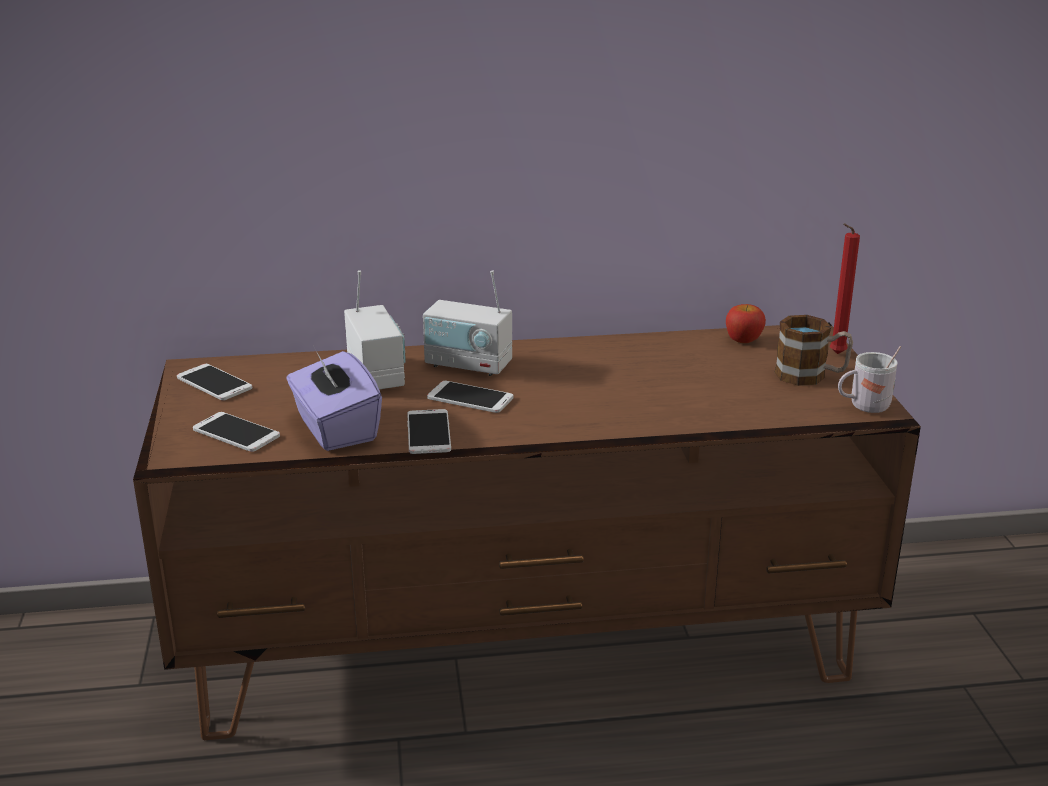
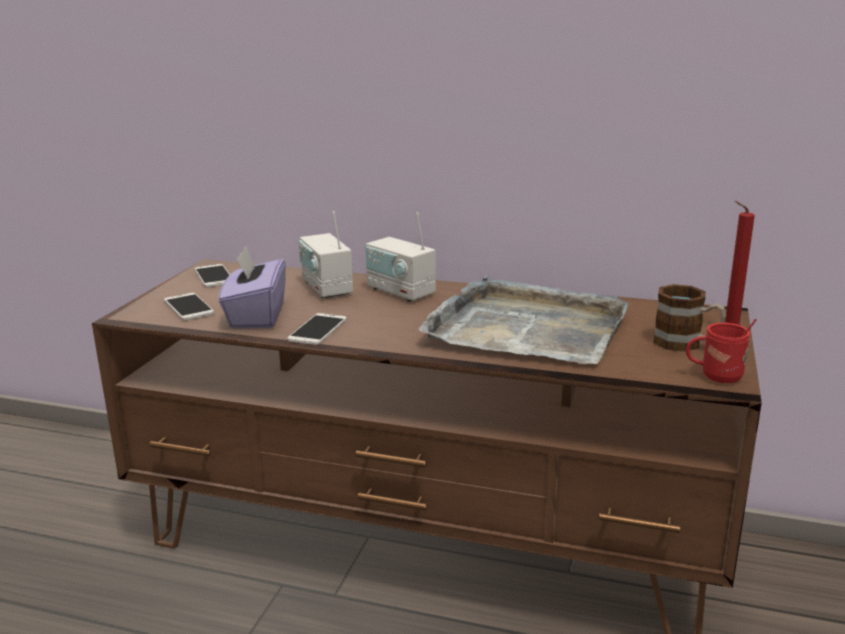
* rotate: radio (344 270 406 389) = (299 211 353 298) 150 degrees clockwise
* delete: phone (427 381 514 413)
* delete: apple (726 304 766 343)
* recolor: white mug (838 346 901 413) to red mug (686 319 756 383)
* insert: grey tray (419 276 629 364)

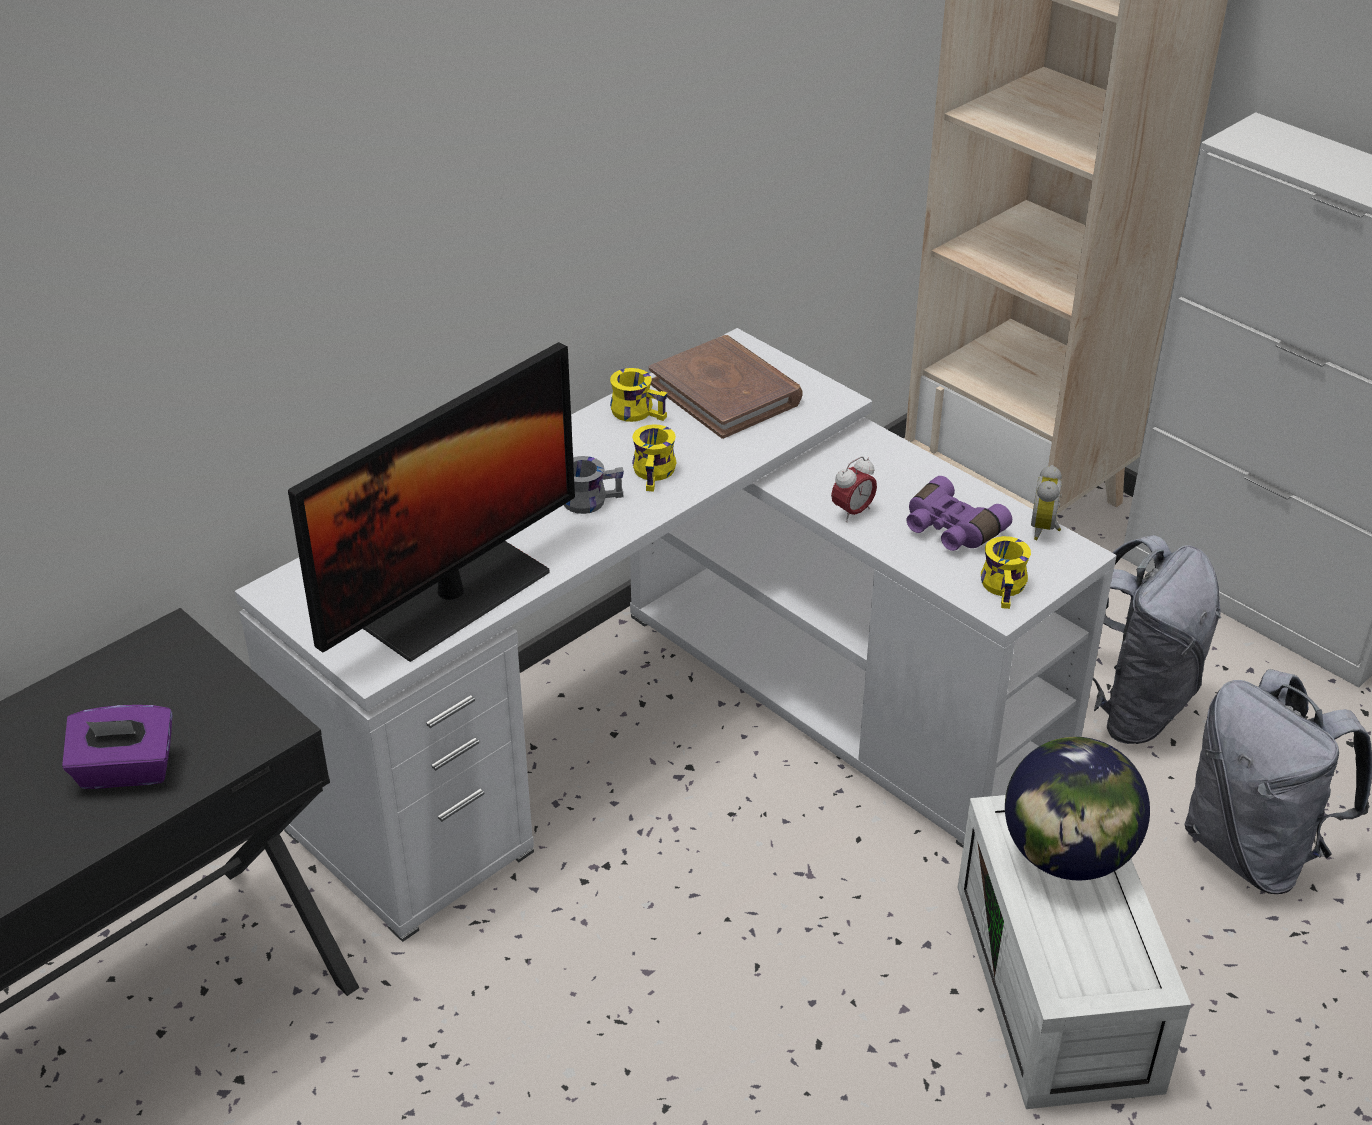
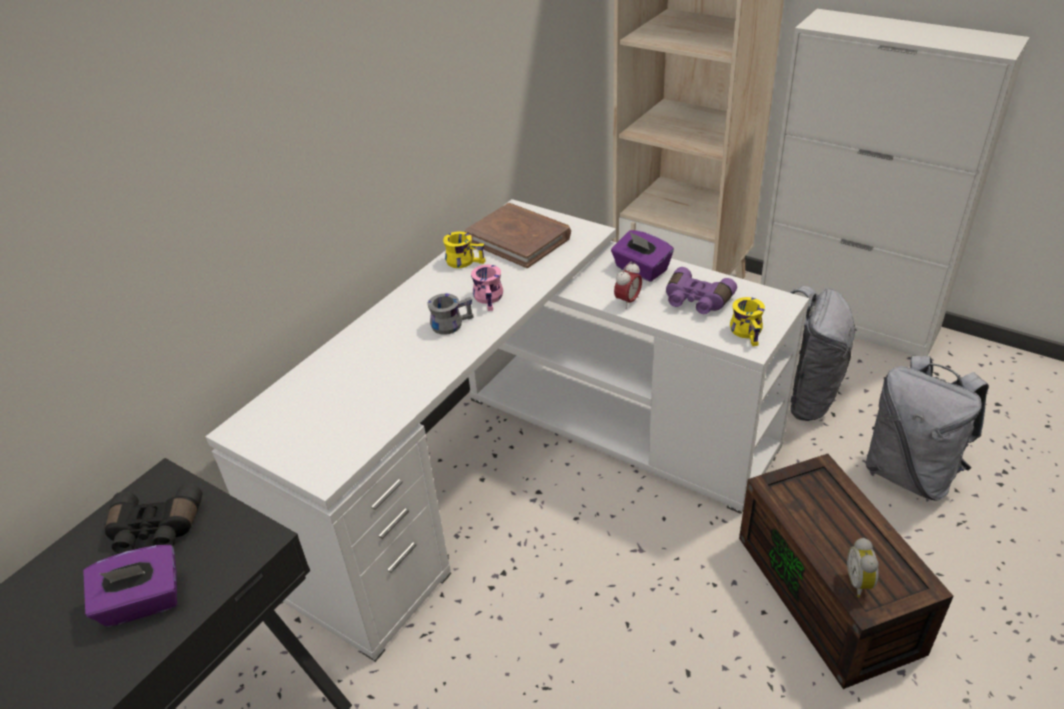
* delete: monitor (288 342 575 662)
* recolor: yellow mug (632 424 677 492) to pink mug (471 265 503 311)
* recolor: white storage box (958 795 1191 1109) to brown storage box (739 454 953 689)
* delete: globe (1005 737 1150 880)
* move: alarm clock (1031 465 1062 540) to (847 538 879 597)
* insert: black binoculars (105 485 202 554)
* insert: purple tissue box (611 230 674 282)

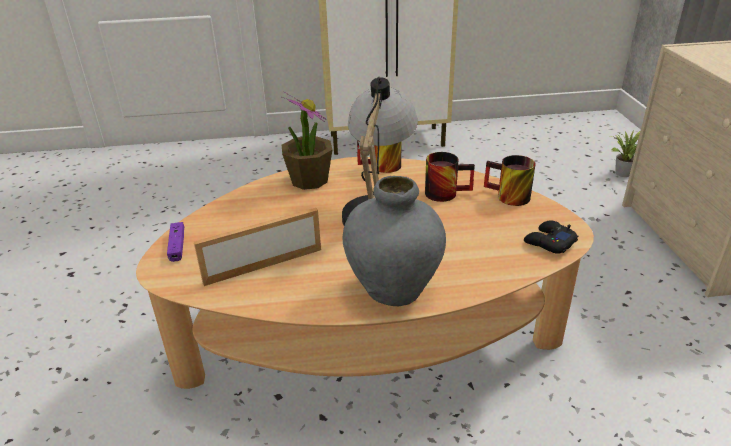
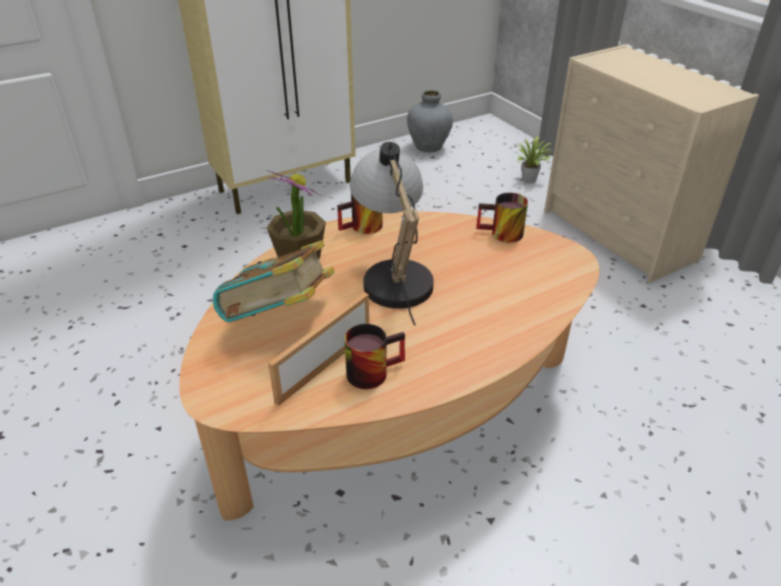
* delete: purple game controller (167 222 184 262)
* move: grey vase (342 176 446 306) to (407 90 453 152)
* move: mug (425 152 475 202) to (344 324 405 389)
* delete: black game controller (524 221 578 254)
* insert: book (213 240 335 322)

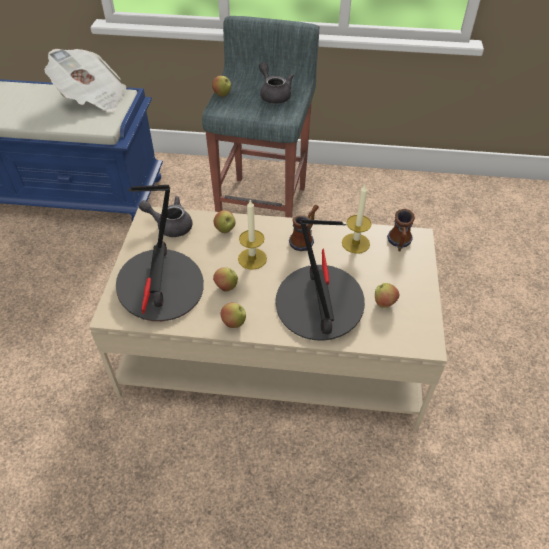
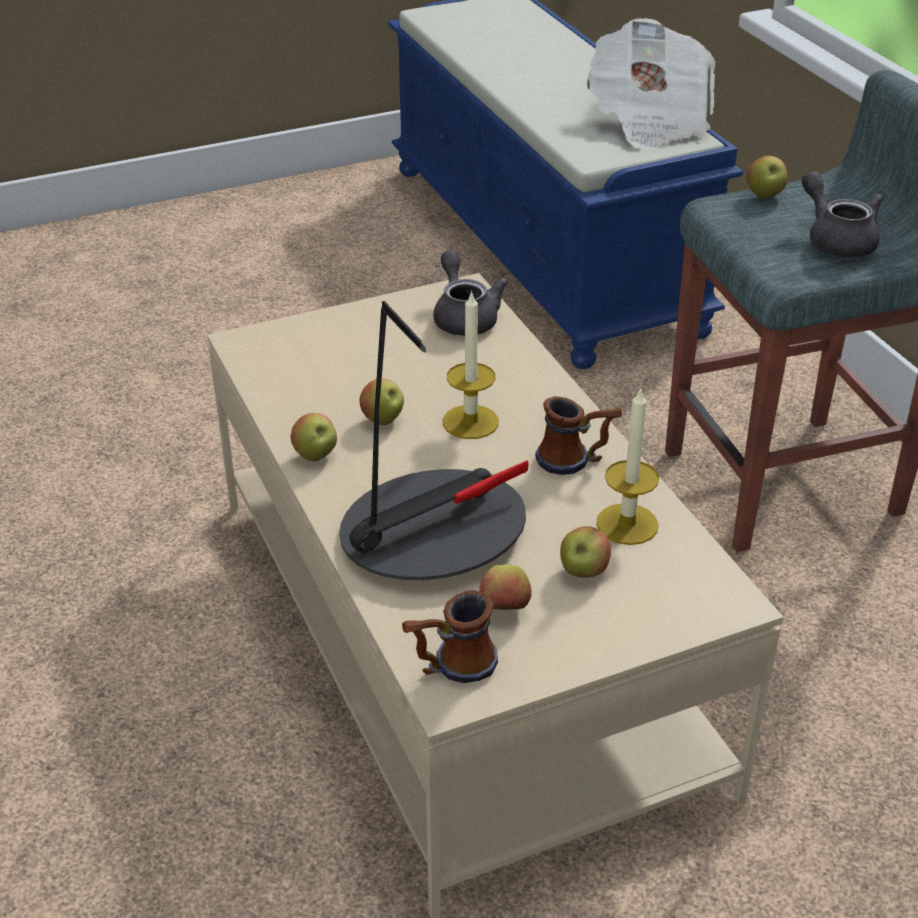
* delete: table lamp (116 185 204 321)
* move: apple (214 210 236 233) to (560 526 611 578)
* rotate: grey teapot (259 62 294 104) = (802 171 883 258) 60 degrees counterclockwise
* move: mug (387 209 415 251) to (402 590 498 683)

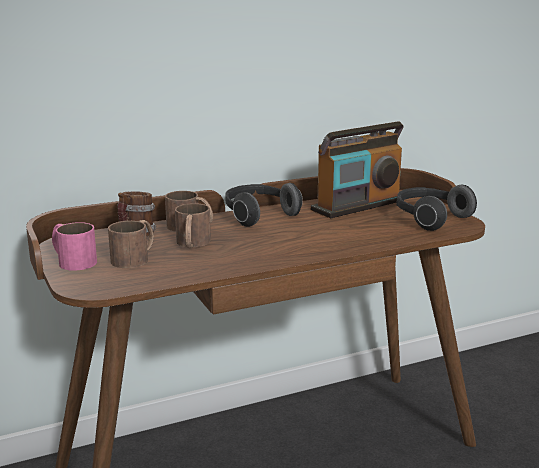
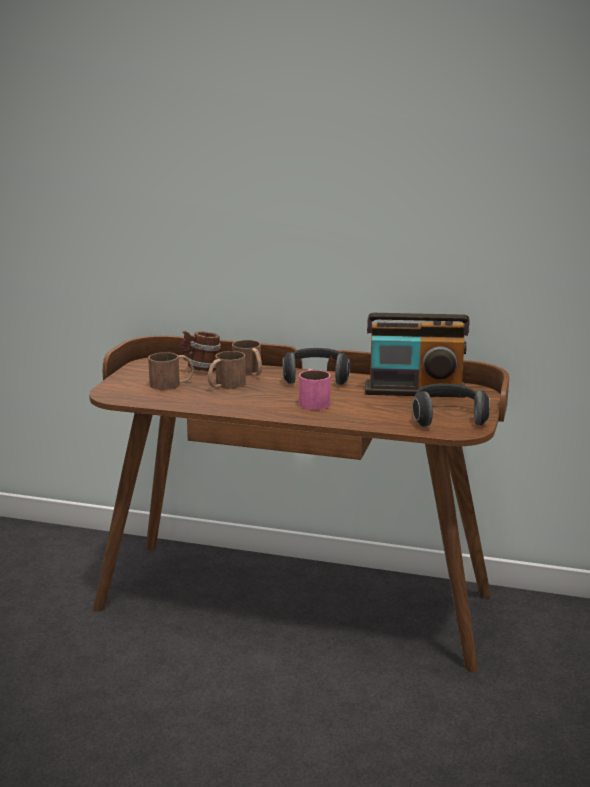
* move: pink mug (52 222 97 271) to (299 369 331 410)

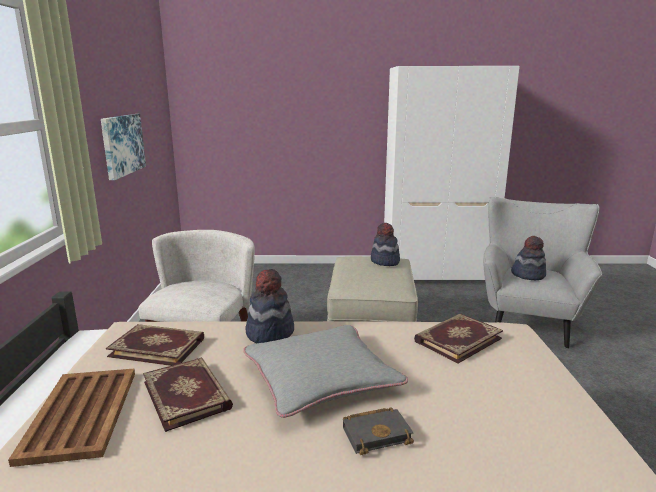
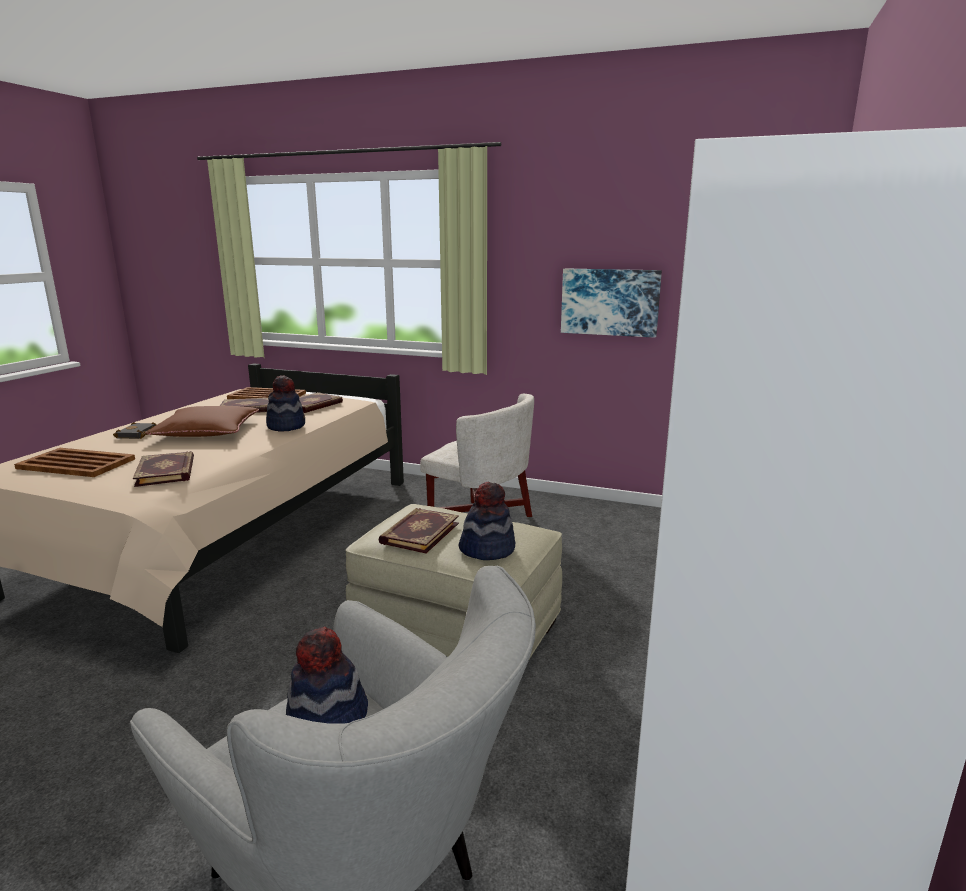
* recolor: grey pillow (243 325 408 418) to brown pillow (146 406 259 437)
* insert: brown tray (14 448 135 477)
* insert: book (379 508 459 553)

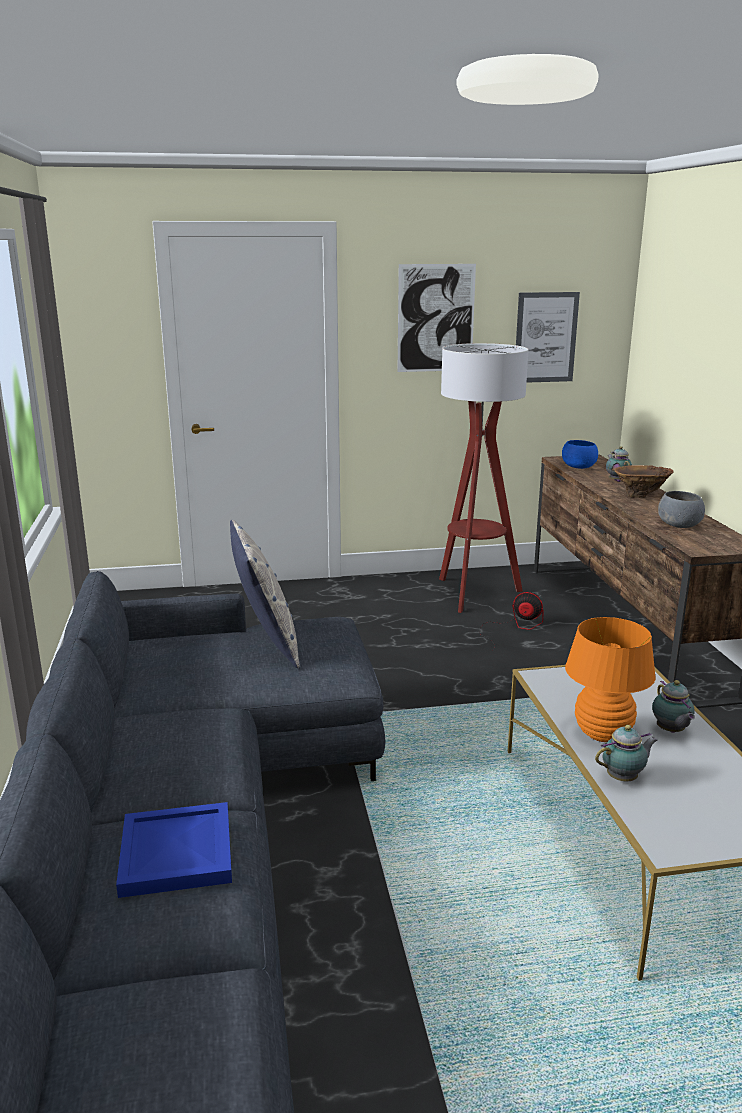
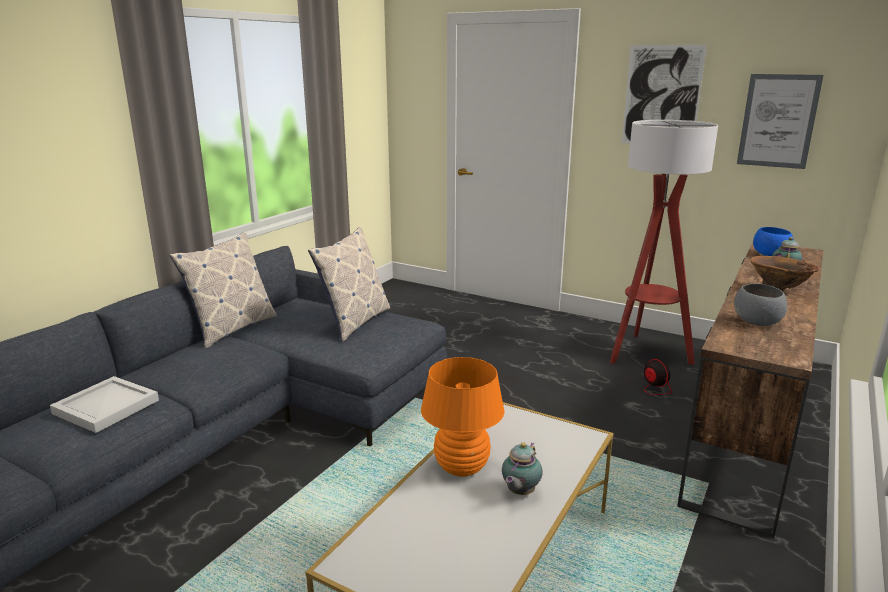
* recolor: blue tray (116 802 232 898) to white tray (50 376 159 433)
* delete: teapot (595 725 658 781)
* insert: pillow (169 232 277 348)

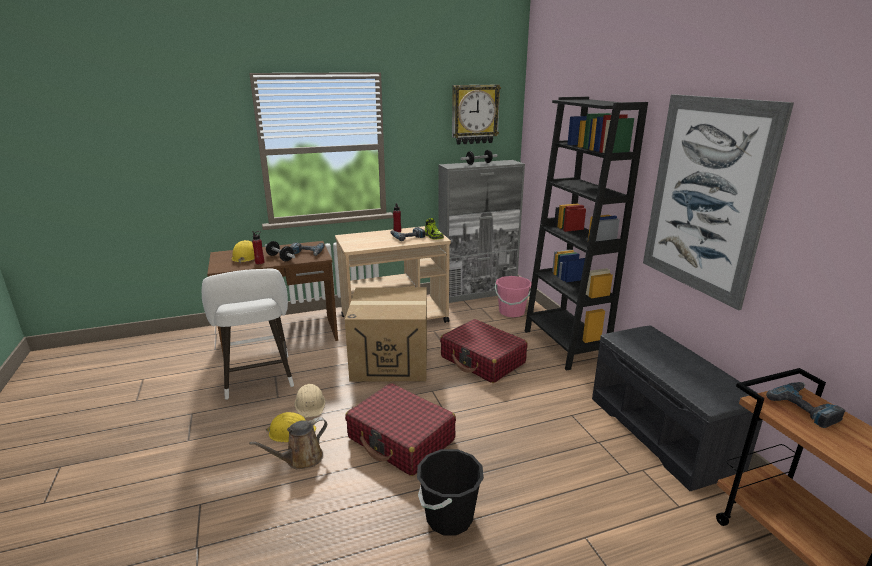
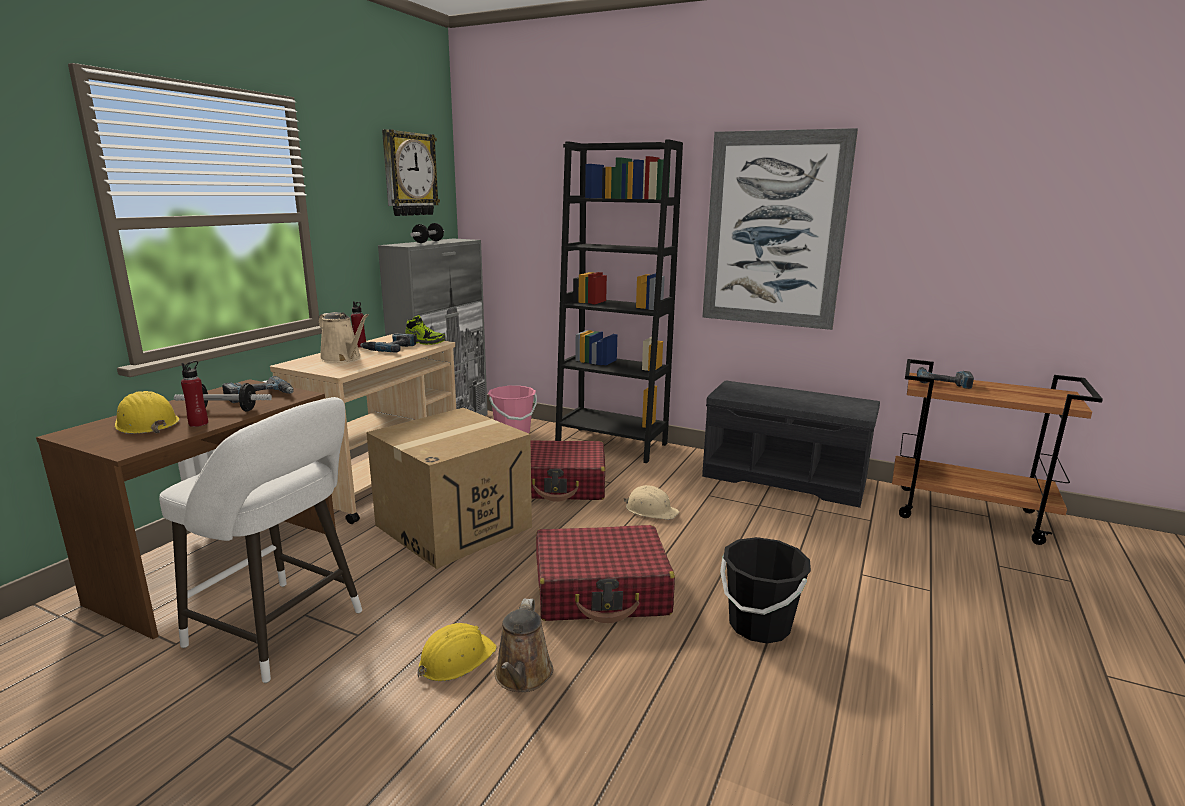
* move: beige hard hat (294 384 326 418) to (624 485 679 520)
* insert: beige watering can (318 312 369 363)

